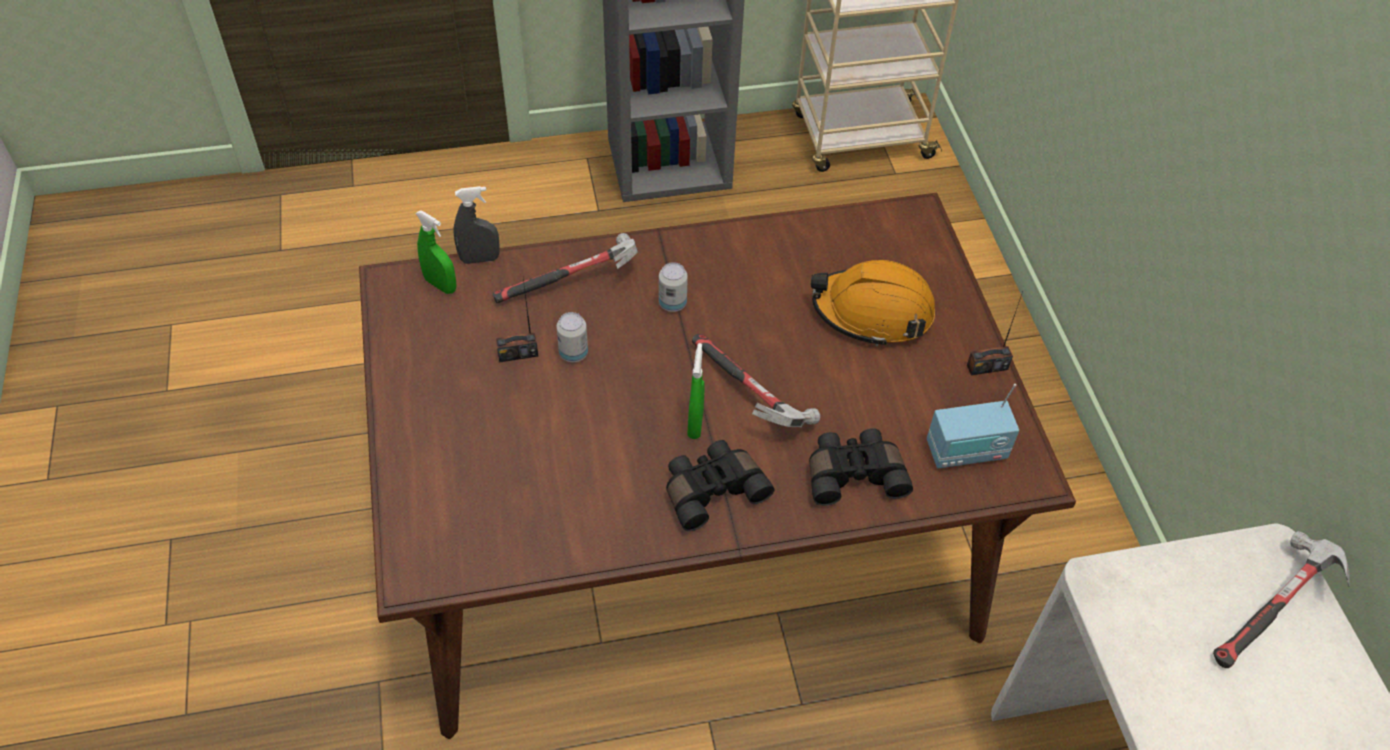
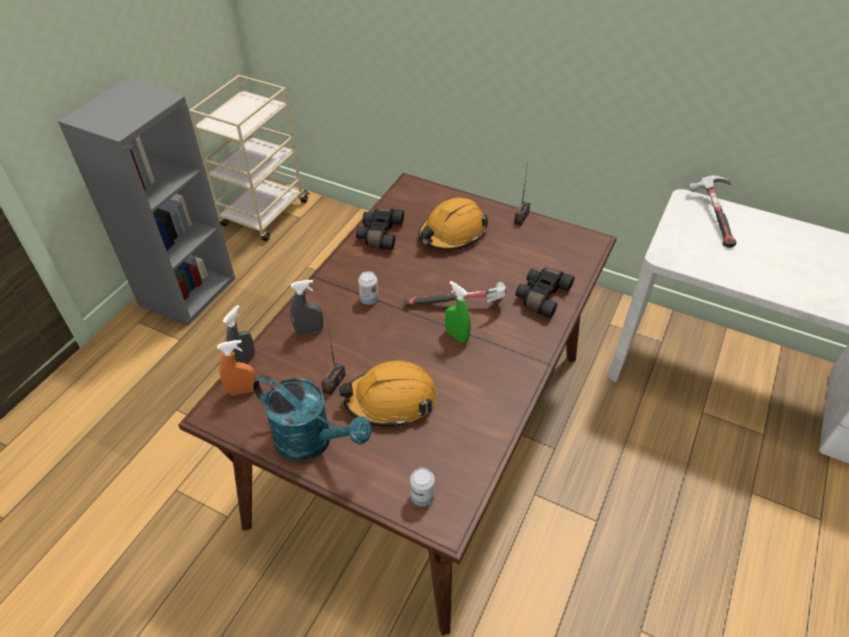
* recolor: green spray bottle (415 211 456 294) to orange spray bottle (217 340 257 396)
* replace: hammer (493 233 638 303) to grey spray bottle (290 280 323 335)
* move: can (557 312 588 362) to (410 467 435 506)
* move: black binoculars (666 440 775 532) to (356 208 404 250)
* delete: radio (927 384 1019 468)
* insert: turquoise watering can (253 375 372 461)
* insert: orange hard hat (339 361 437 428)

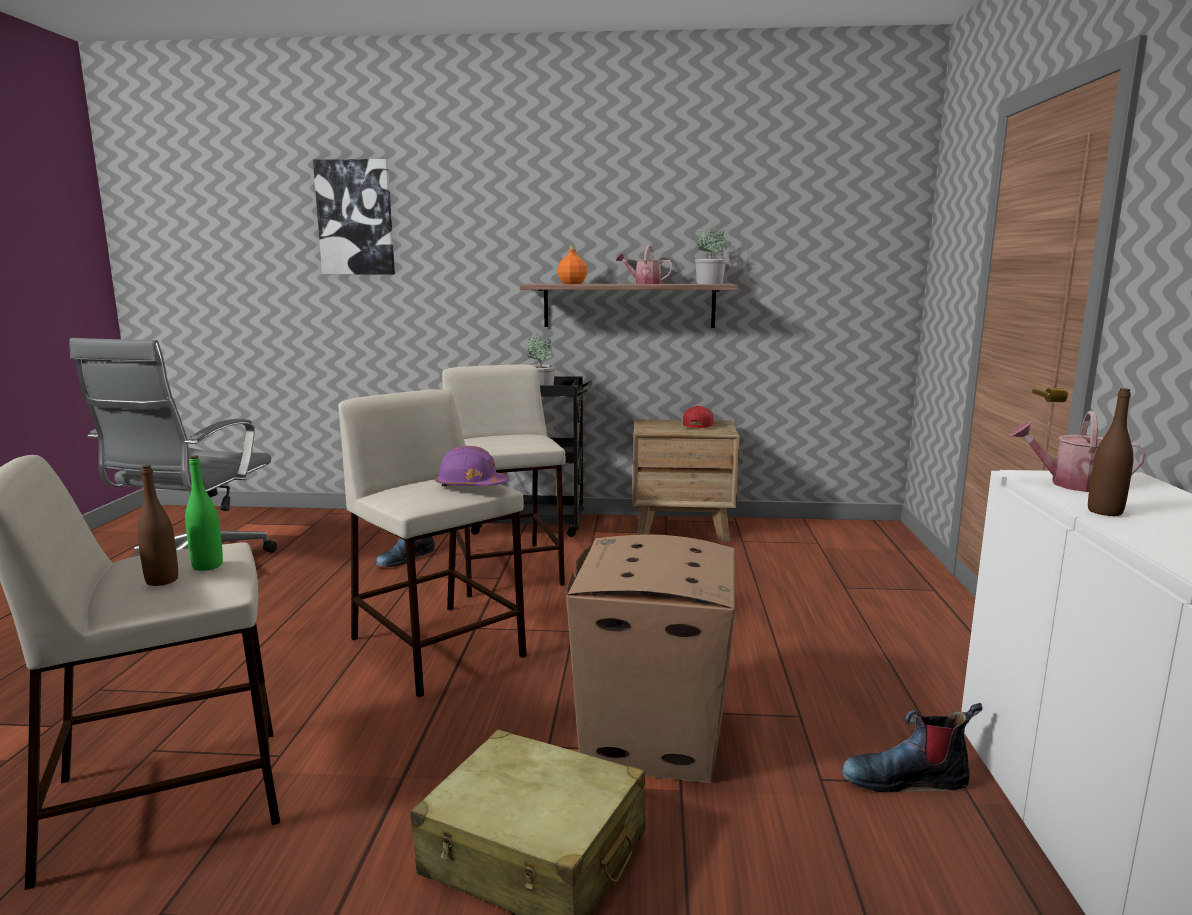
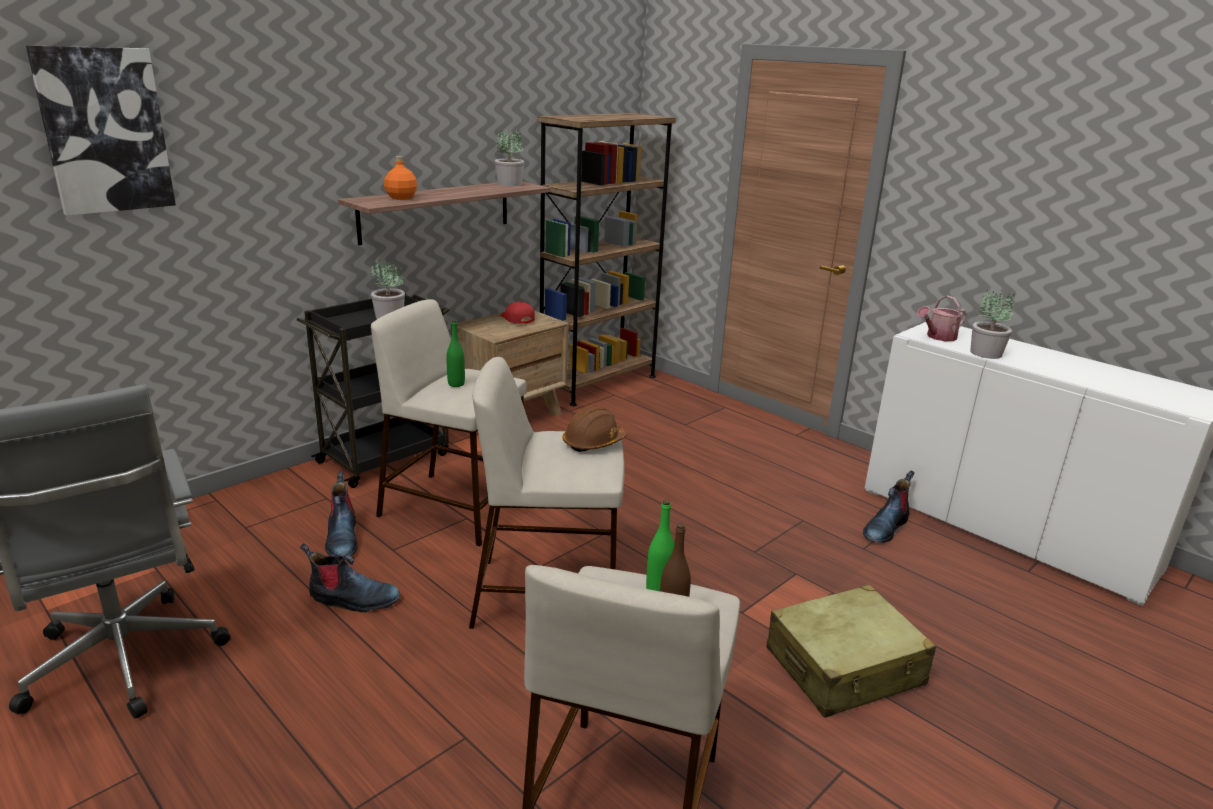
* recolor: purple hard hat (435 446 509 487) to brown hard hat (563 406 627 452)
* delete: cardboard box (566 534 735 783)
* delete: watering can (616 246 673 284)
* replace: brown bottle (1088 388 1134 516) to potted plant (970 290 1016 359)
* insert: boot (300 543 400 612)
* insert: green bottle (446 320 465 387)
* insert: brown bookcase (537 113 676 406)

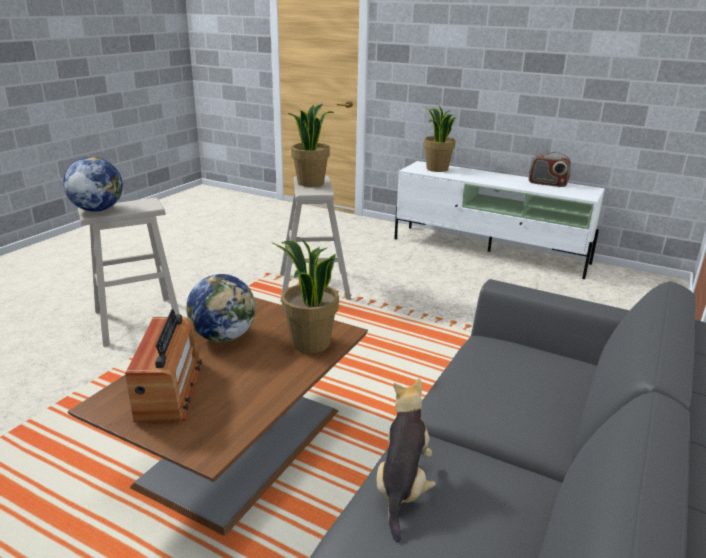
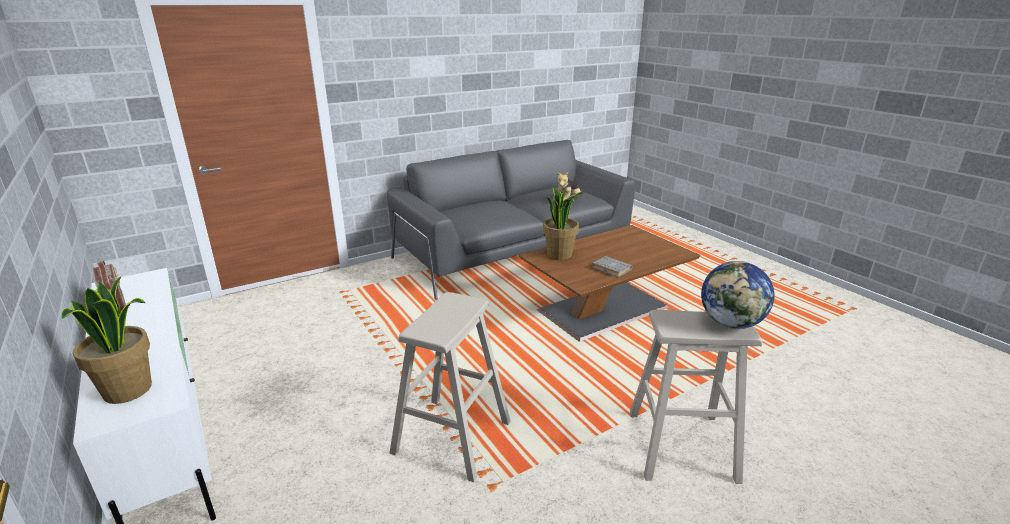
* delete: radio (125 309 202 423)
* replace: globe (186 274 256 342) to grey book (592 256 632 278)
* delete: potted plant (287 104 334 187)

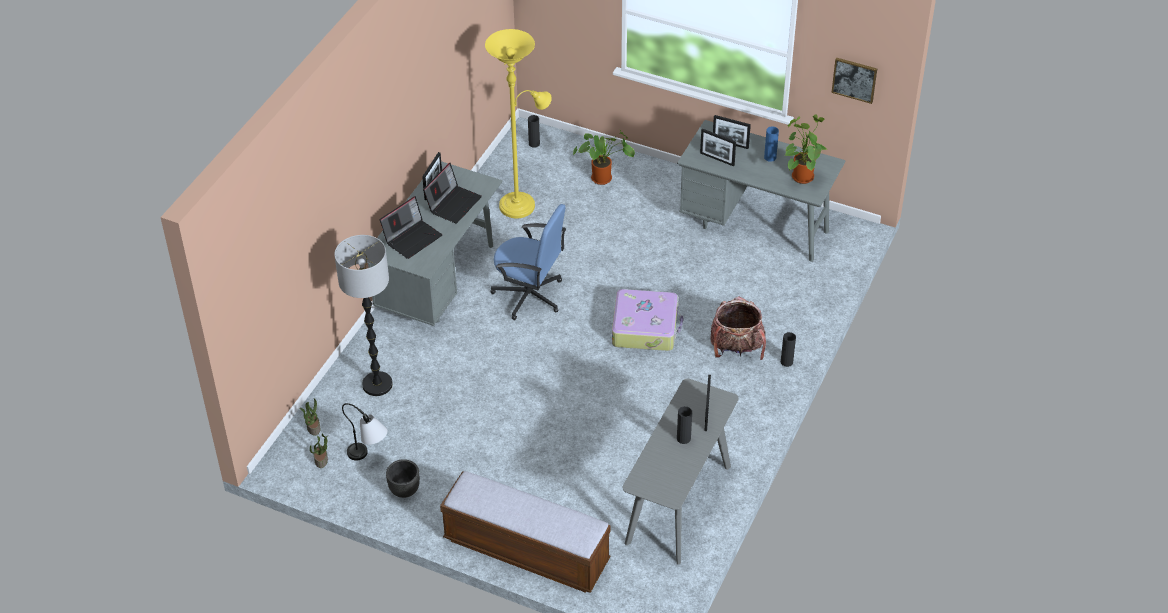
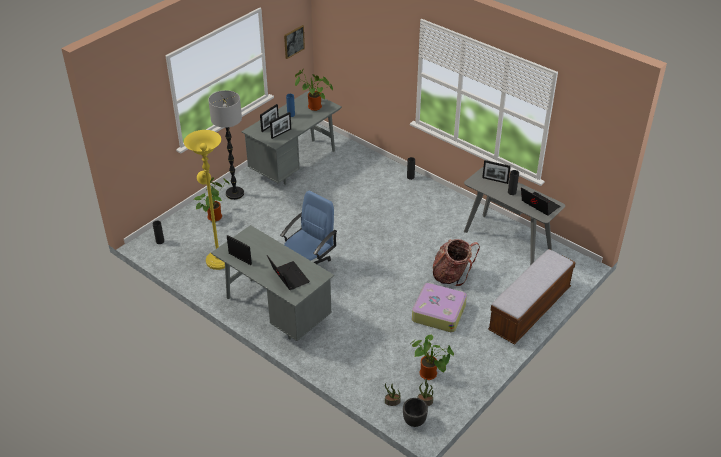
* move: floor lamp (334 235 393 396) to (208 90 244 200)
* replace: table lamp (342 403 387 460) to potted plant (410 334 454 380)
* move: black planter (386 459 420 498) to (403 398 428 427)
* move: laptop (423 163 482 224) to (521 187 561 216)
* move: suitcase (612 289 684 351) to (412 282 467 332)
* move: backpack (710 296 766 360) to (432 239 480 286)

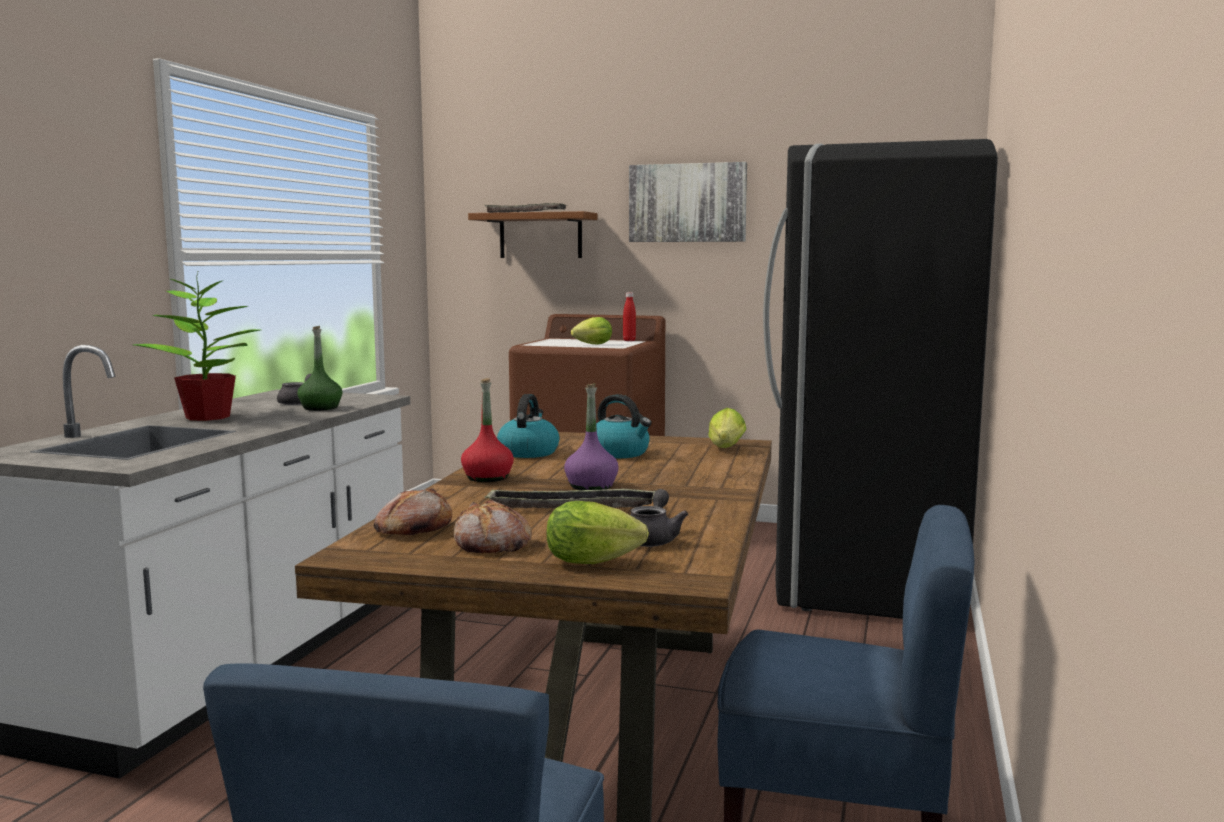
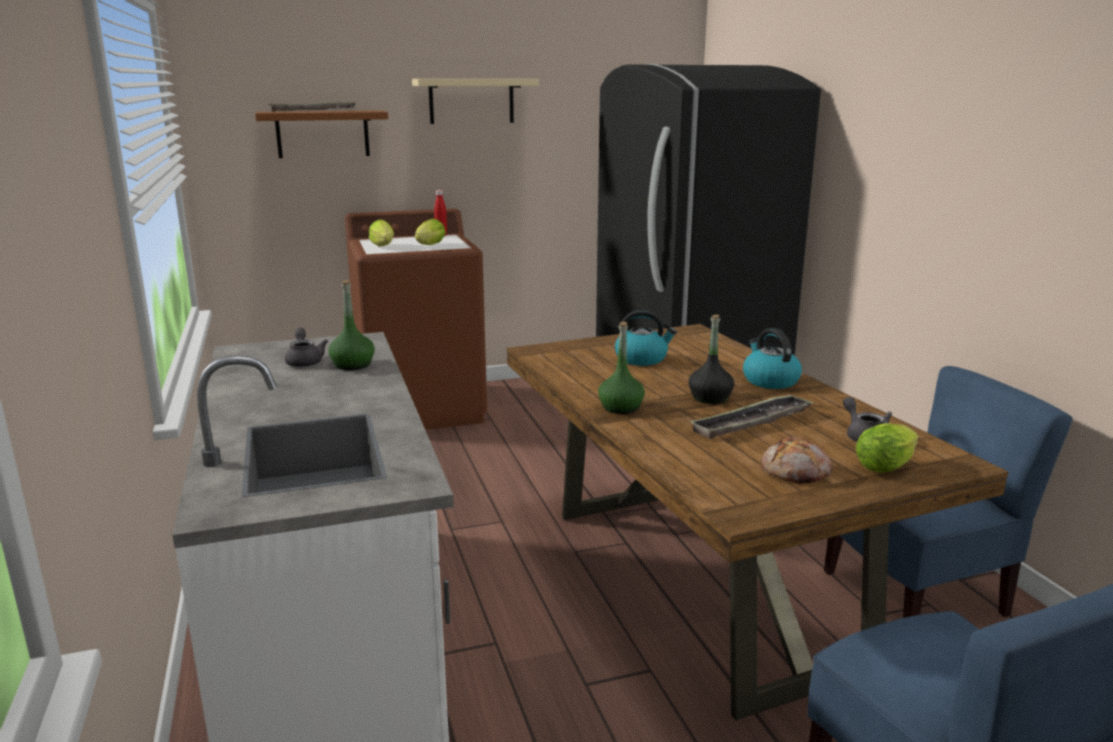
* delete: potted plant (134 270 260 421)
* delete: bread (374 488 452 535)
* recolor: red bottle (461 378 514 482) to green bottle (598 322 645 414)
* move: kettle (497 394 560 458) to (743 328 802 389)
* recolor: purple bottle (564 384 619 490) to black bottle (689 314 734 404)
* replace: picture (629 162 747 242) to beige shelf (412 79 539 124)
* move: lettuce (708 408 746 448) to (369 219 394 246)

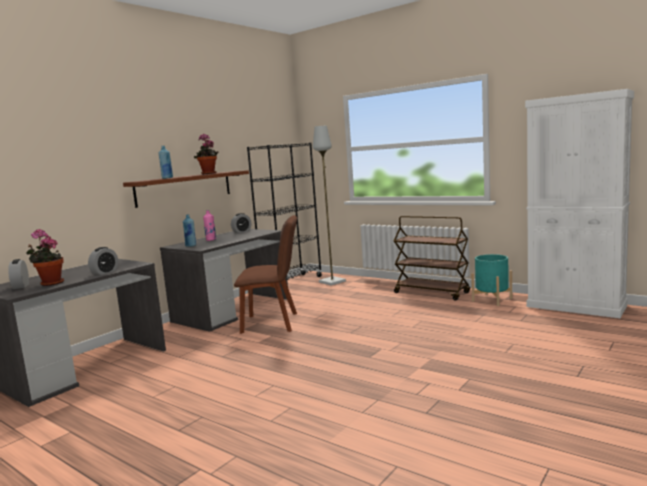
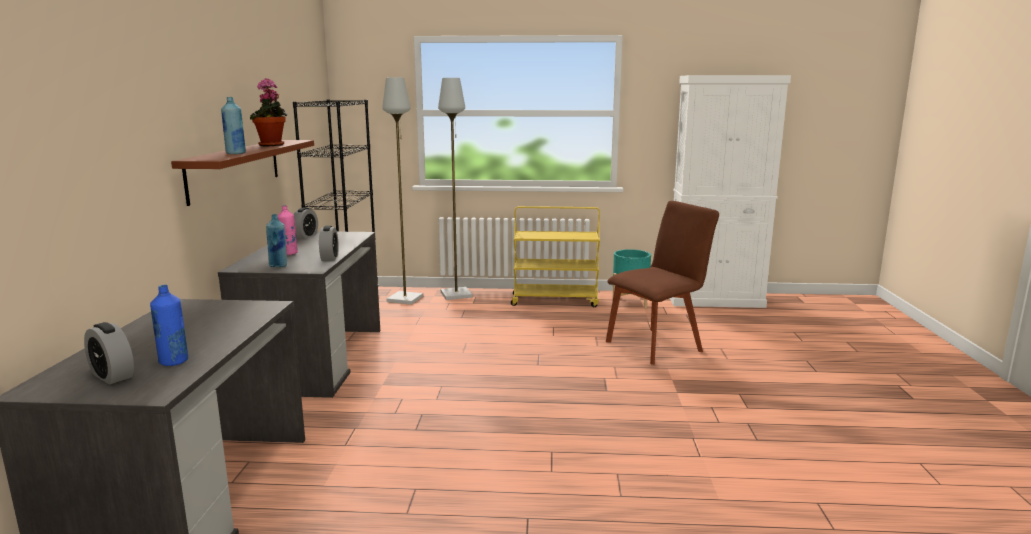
* replace: potted plant (26 229 64 286) to blue bottle (150 285 188 366)
* move: alarm clock (88 247 118 275) to (319 226 339 261)
* move: brown chair (234 215 297 334) to (606 201 719 365)
* recolor: brown cart (394 216 470 301) to yellow cart (511 206 600 307)
* insert: grey floor lamp (438 78 472 300)

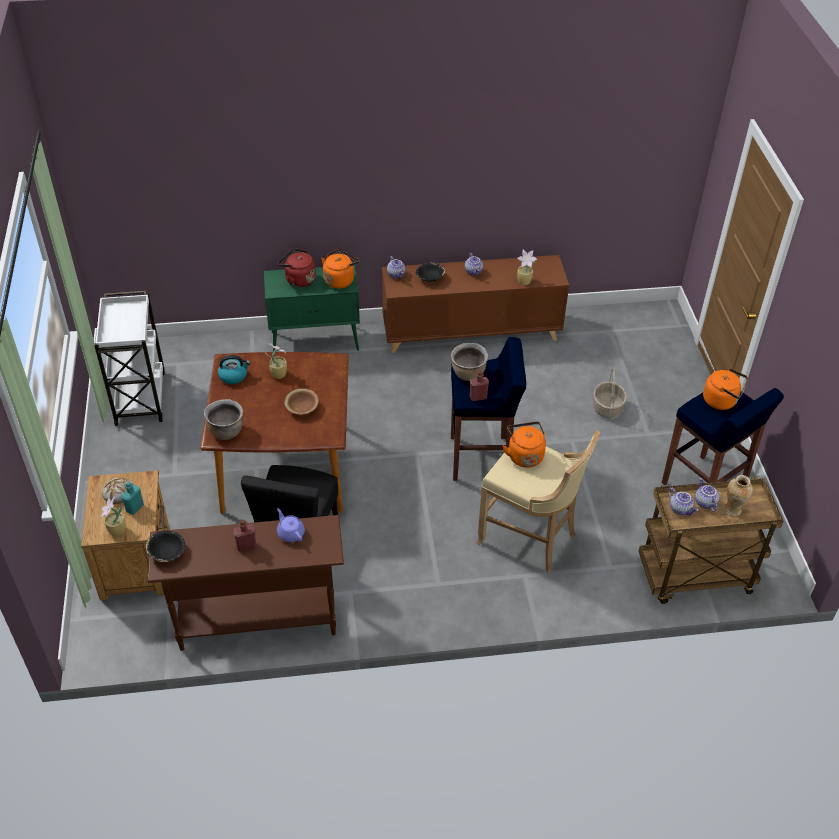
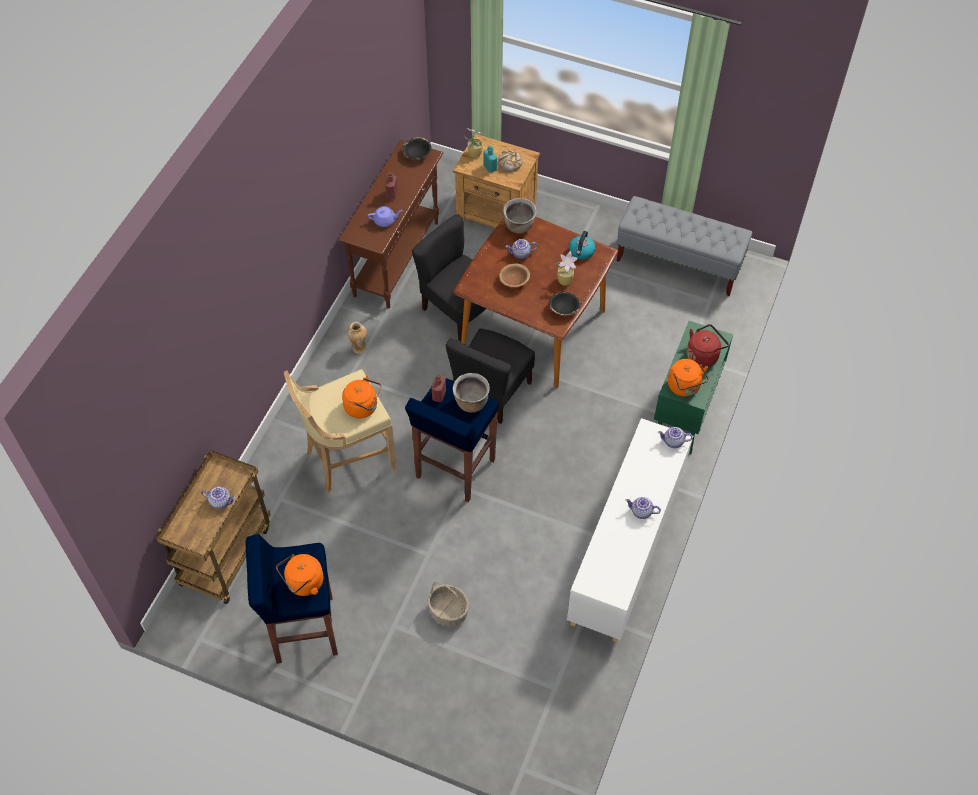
* replace: white cart (94 291 165 426) to grey bench (617 196 752 296)
* recolor: brown cabinet (382 255 569 353) to white cabinet (567 418 693 642)
* move: black bowl (416 263 445 282) to (549 292 580 316)
* delete: potted plant (517 250 537 285)
* move: teapot (667 488 698 515) to (505 239 537 259)
* move: vase (724 475 753 516) to (347 322 367 354)
* insert: black chair (446 328 535 424)

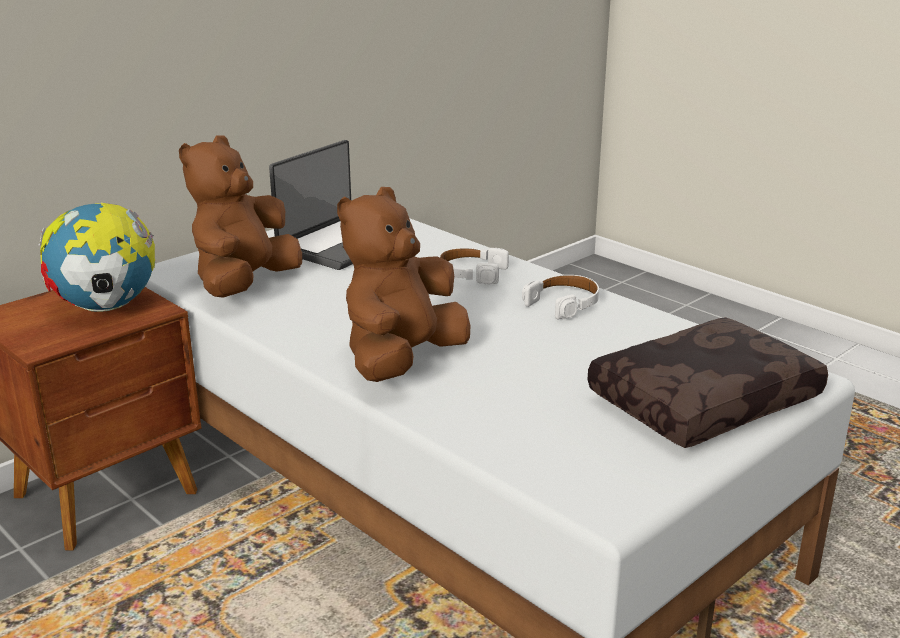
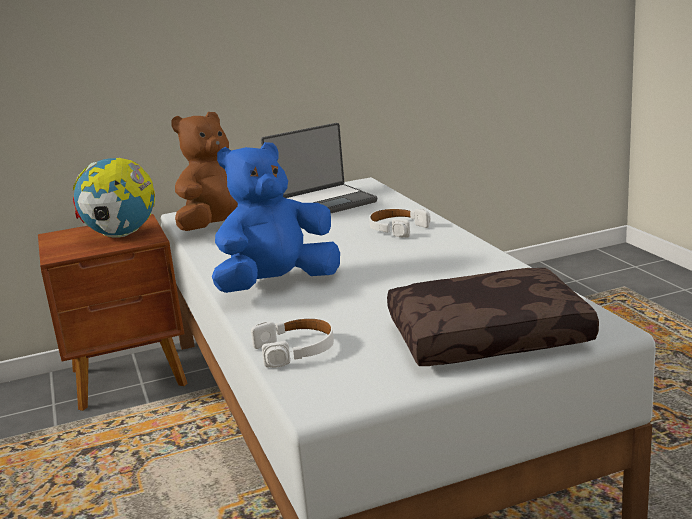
* recolor: brown plush toy (337 187 470 382) to blue plush toy (212 142 340 293)
* move: white headphones (522 275 599 320) to (251 318 334 368)

